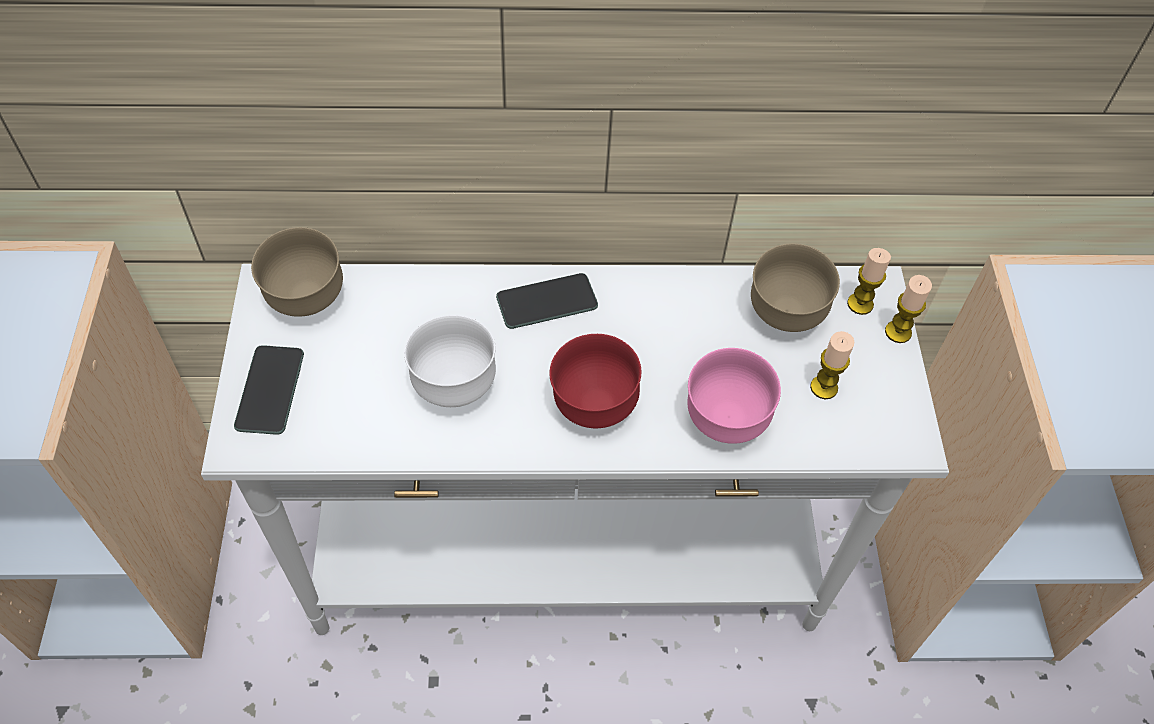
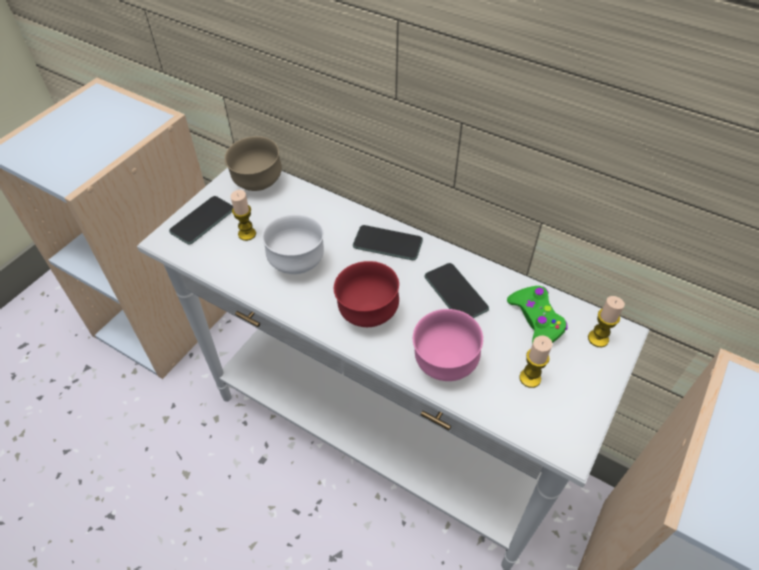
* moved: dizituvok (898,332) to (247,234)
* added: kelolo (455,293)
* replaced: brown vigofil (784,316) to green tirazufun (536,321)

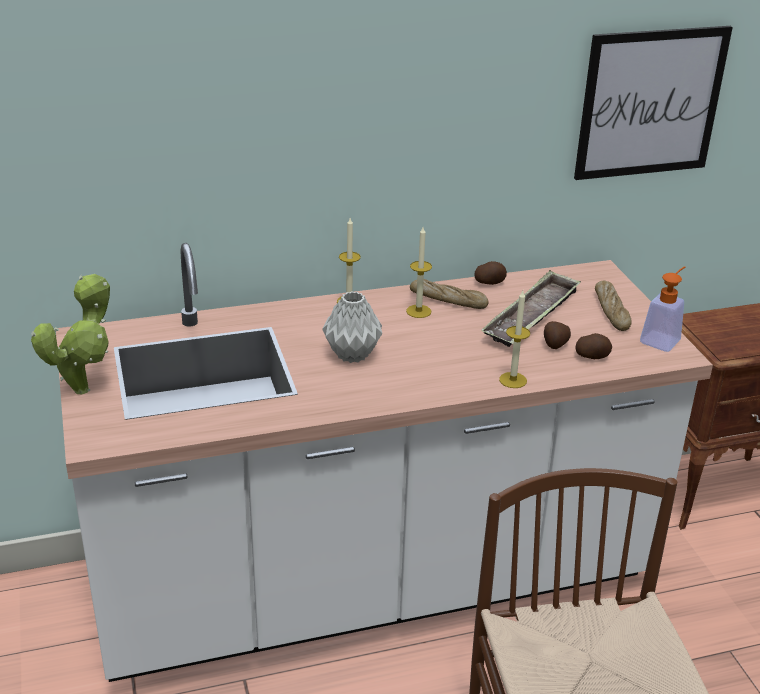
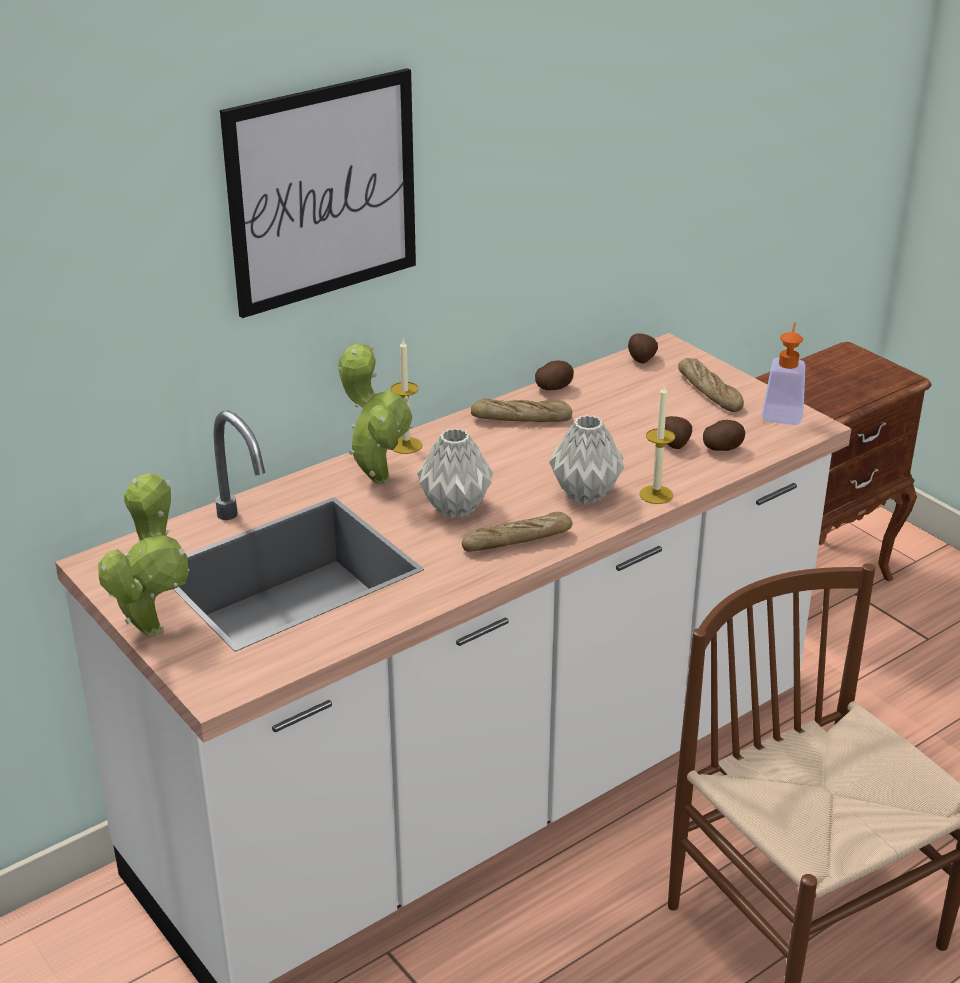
* moved: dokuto (650,103) to (322,192)
* added: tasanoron (377,476)
* added: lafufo (517,541)
* added: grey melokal (584,493)
* added: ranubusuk (641,359)
* removed: dizituvok (418,311)
* removed: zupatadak (532,316)

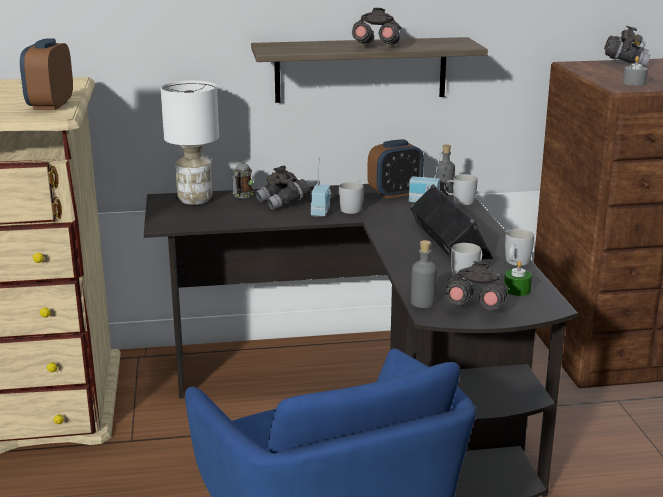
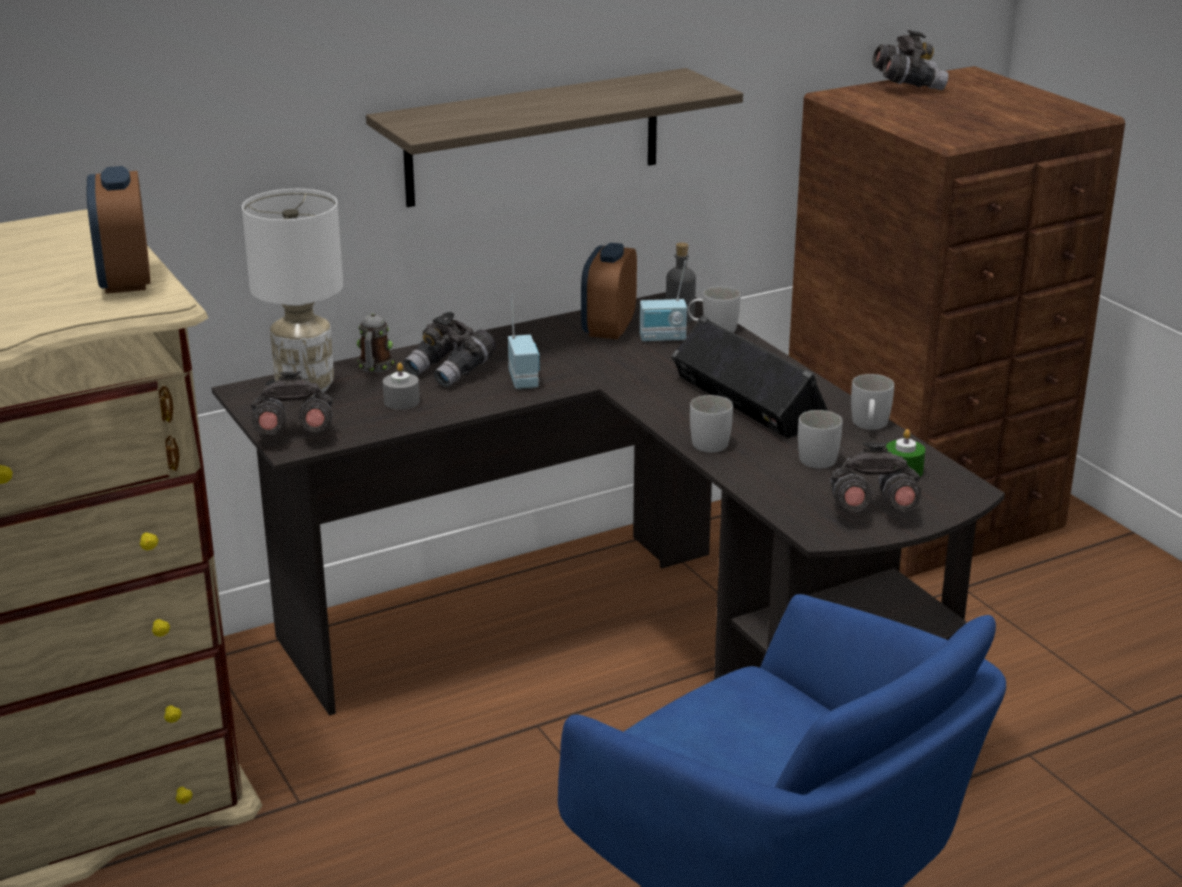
* moved: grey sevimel (376,47) to (293,433)
* moved: grey dizituvok (634,83) to (401,401)
* turned: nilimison (395,193) = (608,329) 150 degrees clockwise
* moved: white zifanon (351,208) to (707,441)
* removed: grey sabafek (423,303)

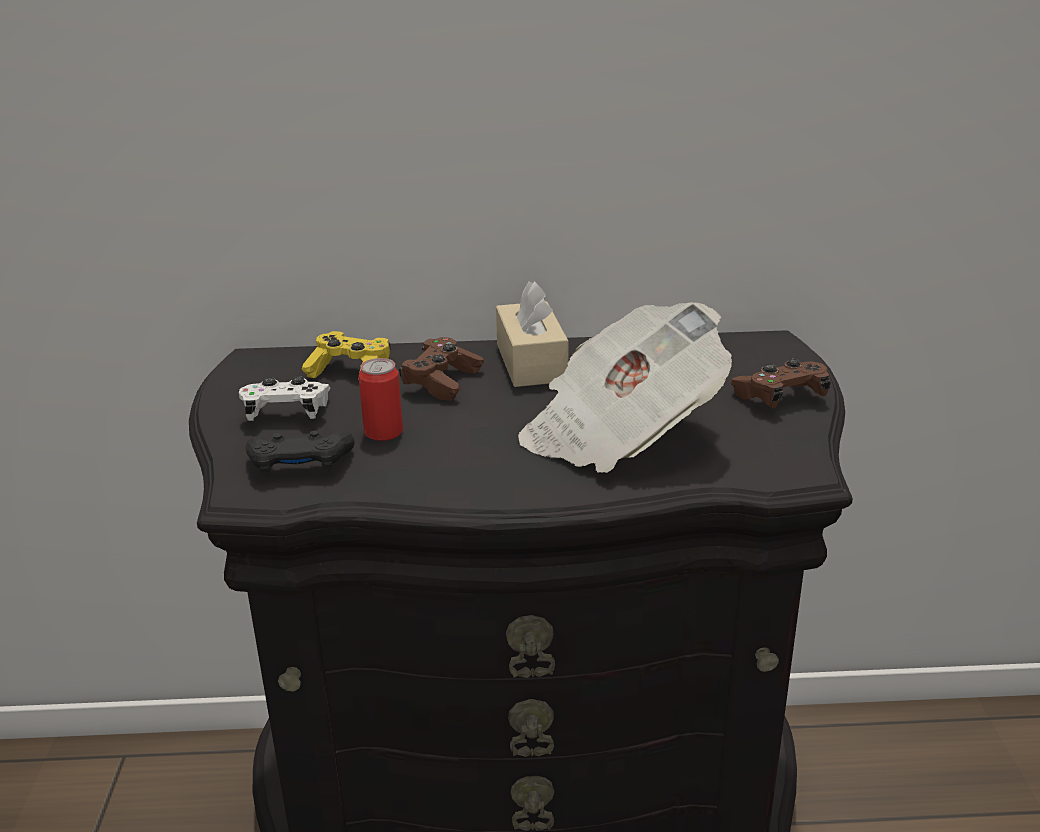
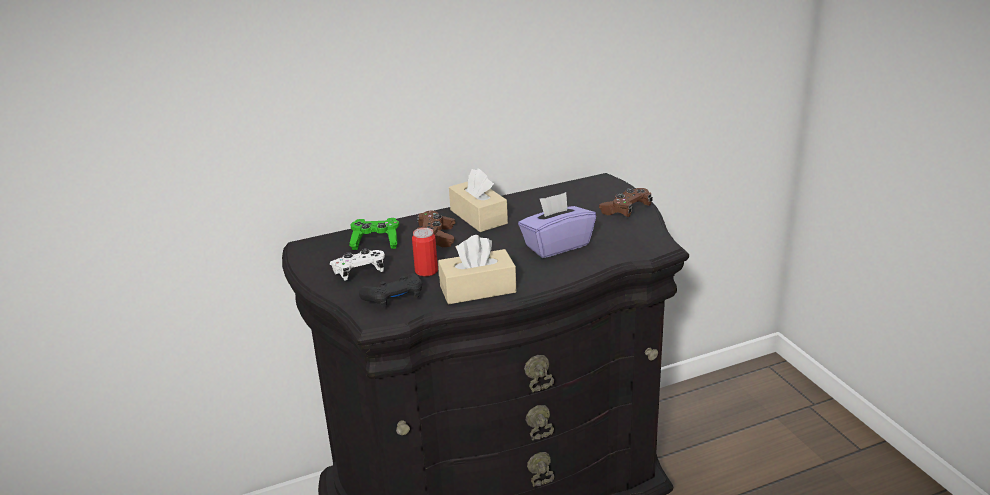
* recoloured: yellow tirazufun (350,372) to green tirazufun (376,242)
* added: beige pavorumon (478,289)
* replaced: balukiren (620,433) to purple pavorumon (556,245)

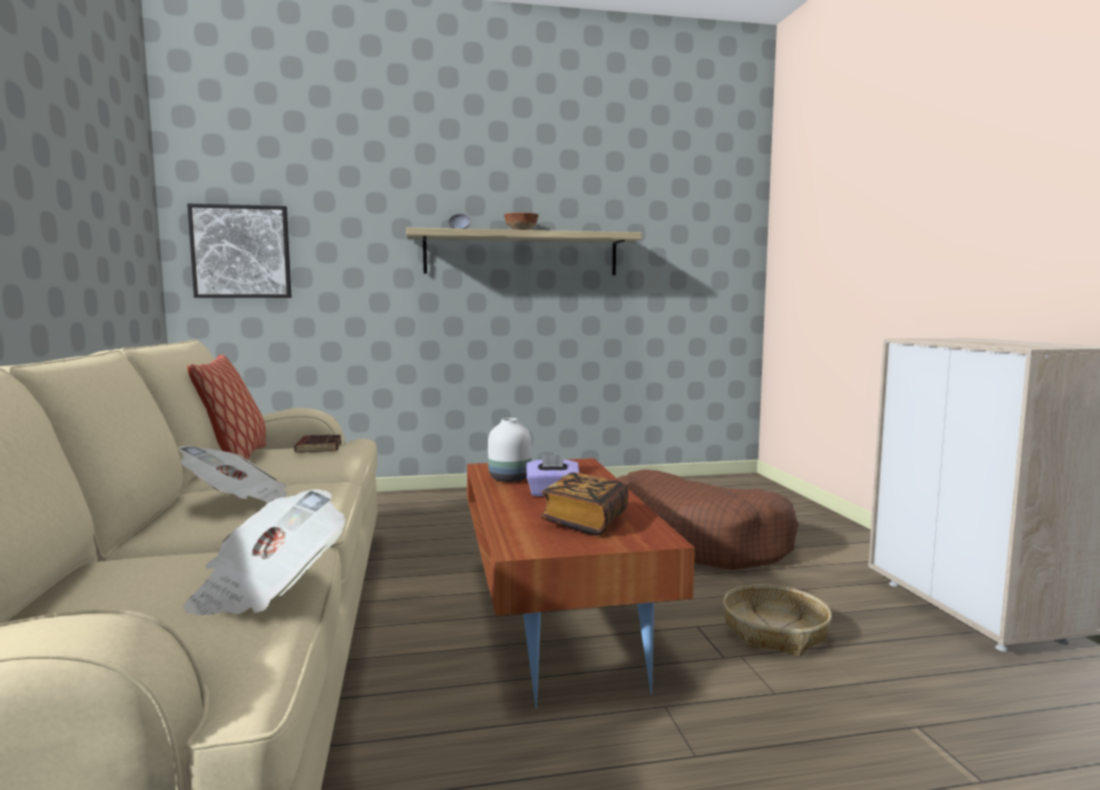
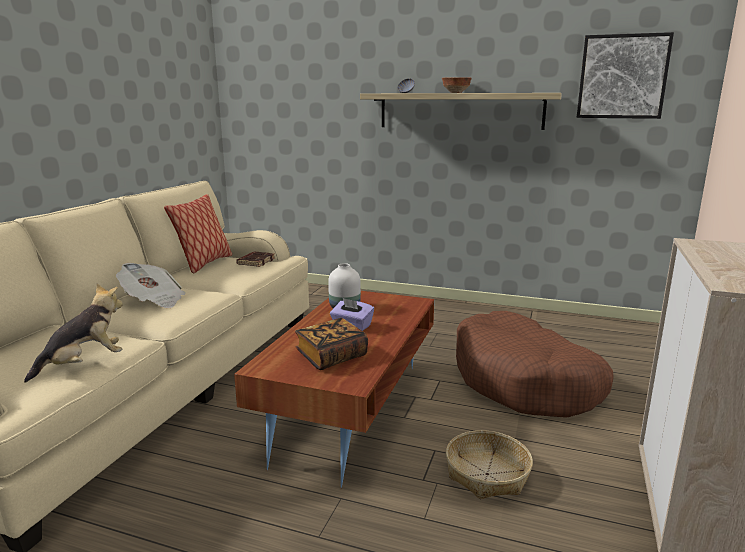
* replaced: balukiren (267,589) to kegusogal (84,364)
* moved: dokuto (241,252) to (622,77)

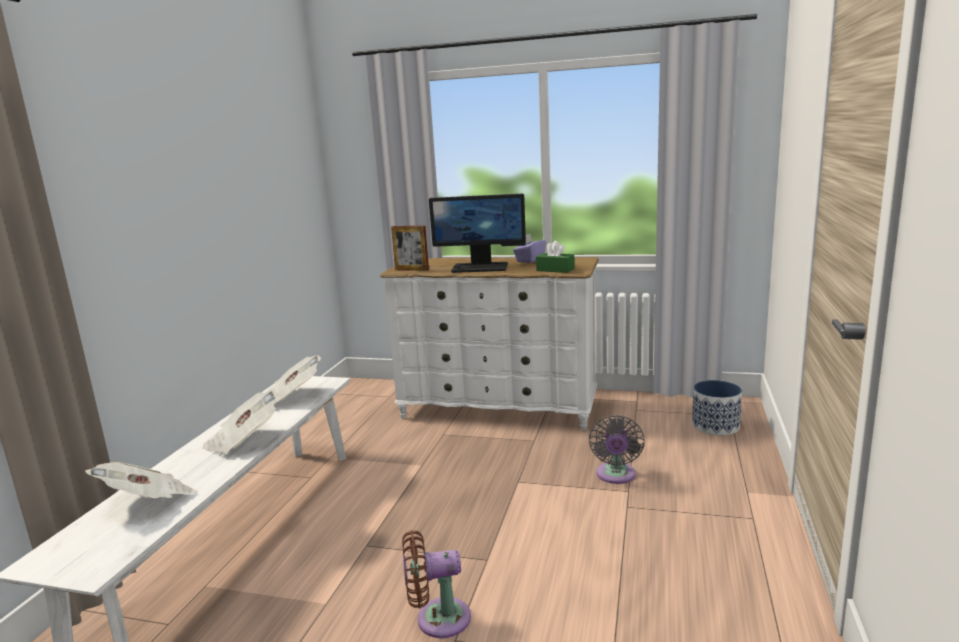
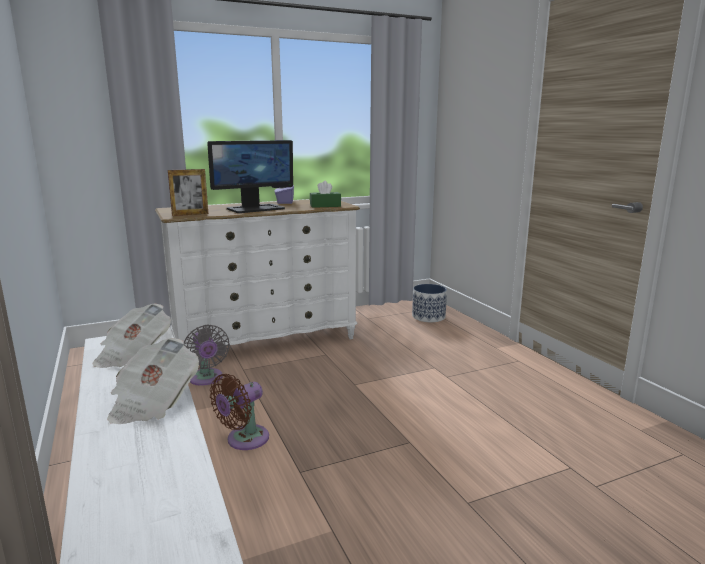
* moved: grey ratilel (616,476) to (206,379)
* moved: brown ratilel (437,619) to (244,440)
* removed: balukiren (149,501)

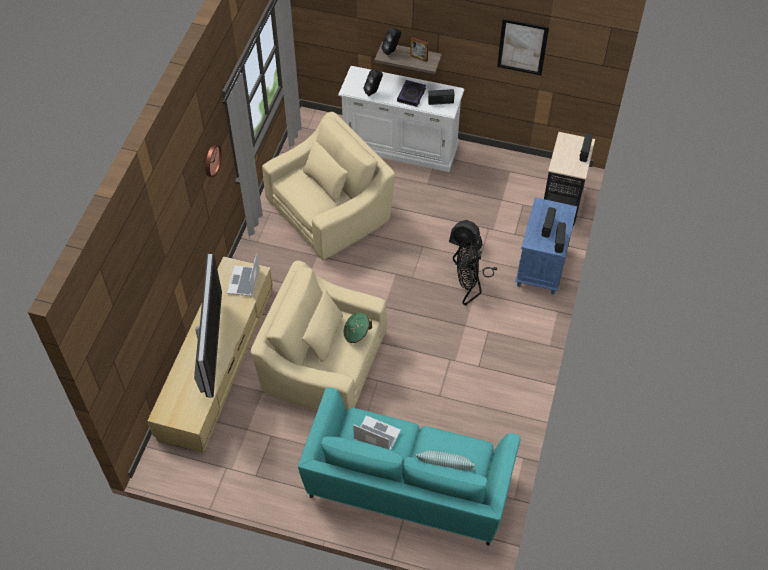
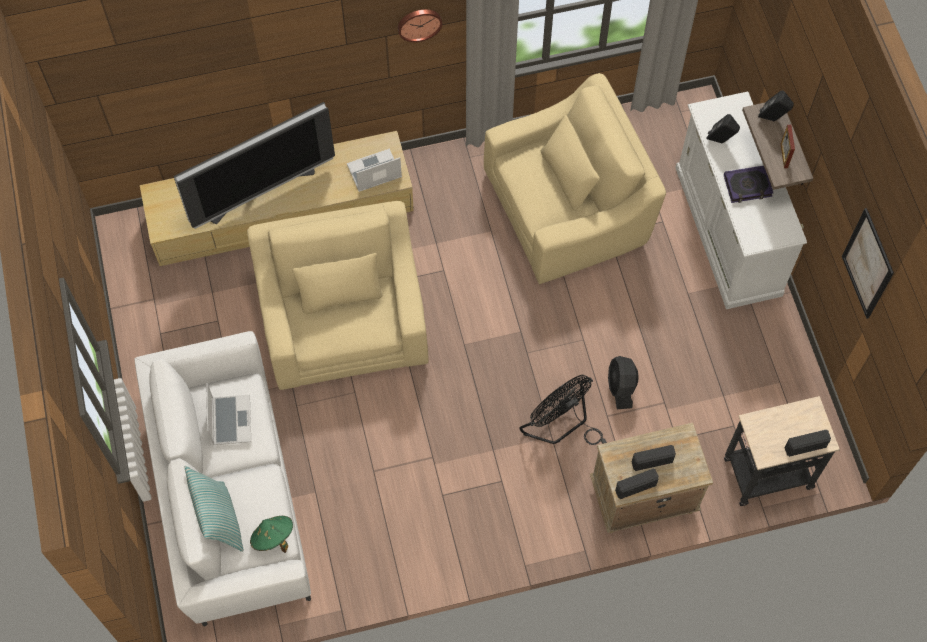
* recoloured: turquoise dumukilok (408,486) to white dumukilok (231,498)
* moved: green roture (356,333) to (273,538)
* turned: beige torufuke (330,211) = (568,208) 45 degrees counterclockwise
* recoloured: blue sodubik (541,268) to beige sodubik (642,498)
* removed: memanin (440,102)

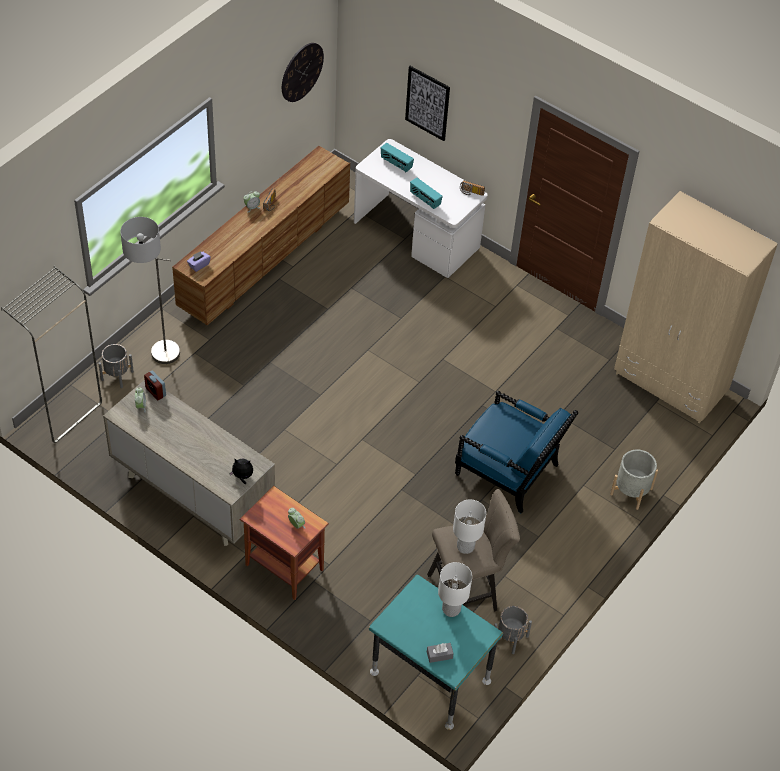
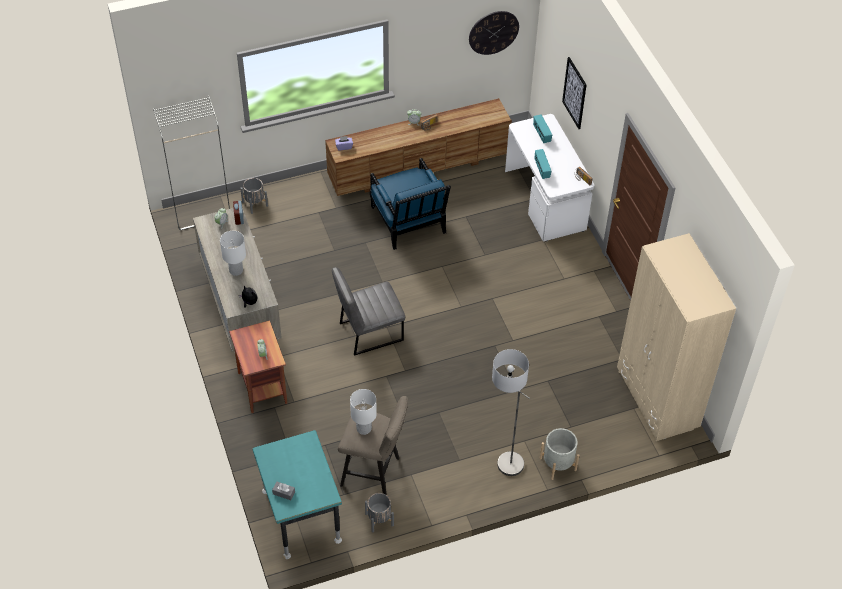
* moved: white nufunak (451,610) to (236,271)
* added: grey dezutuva (369,332)
* moved: blue torufuke (509,472) to (408,222)
* moved: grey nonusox (157,351) to (504,460)

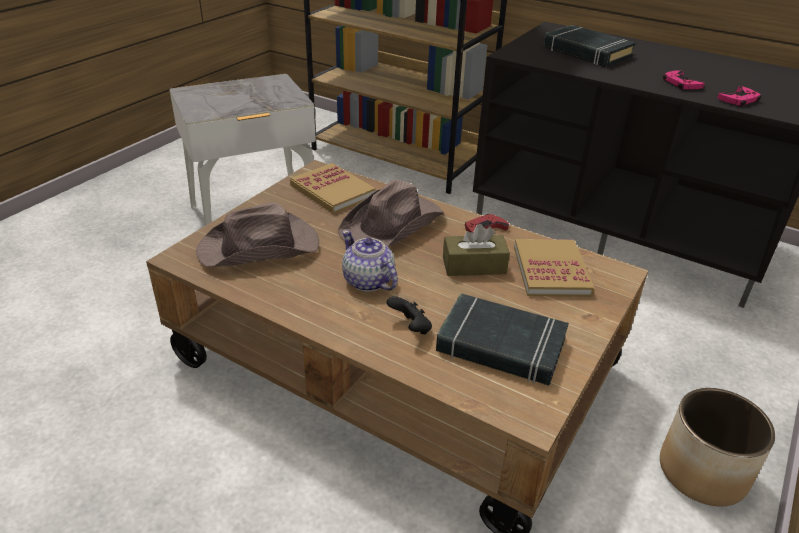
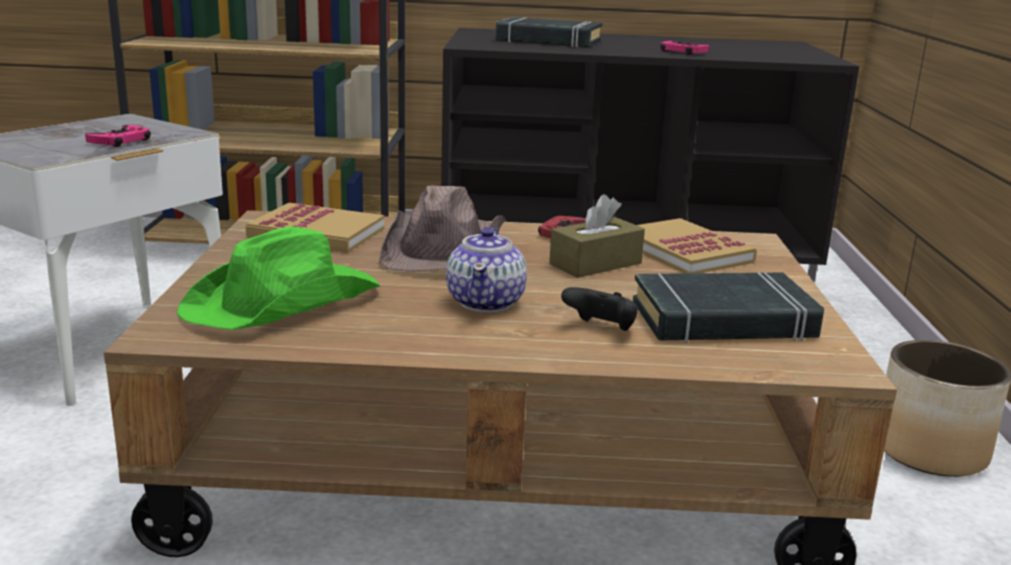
* moved: pink tirazufun (738,100) to (121,141)
* recoloured: brown roture (260,248) to green roture (285,302)
* turned: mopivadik (368,281) = (486,302) 105 degrees counterclockwise

